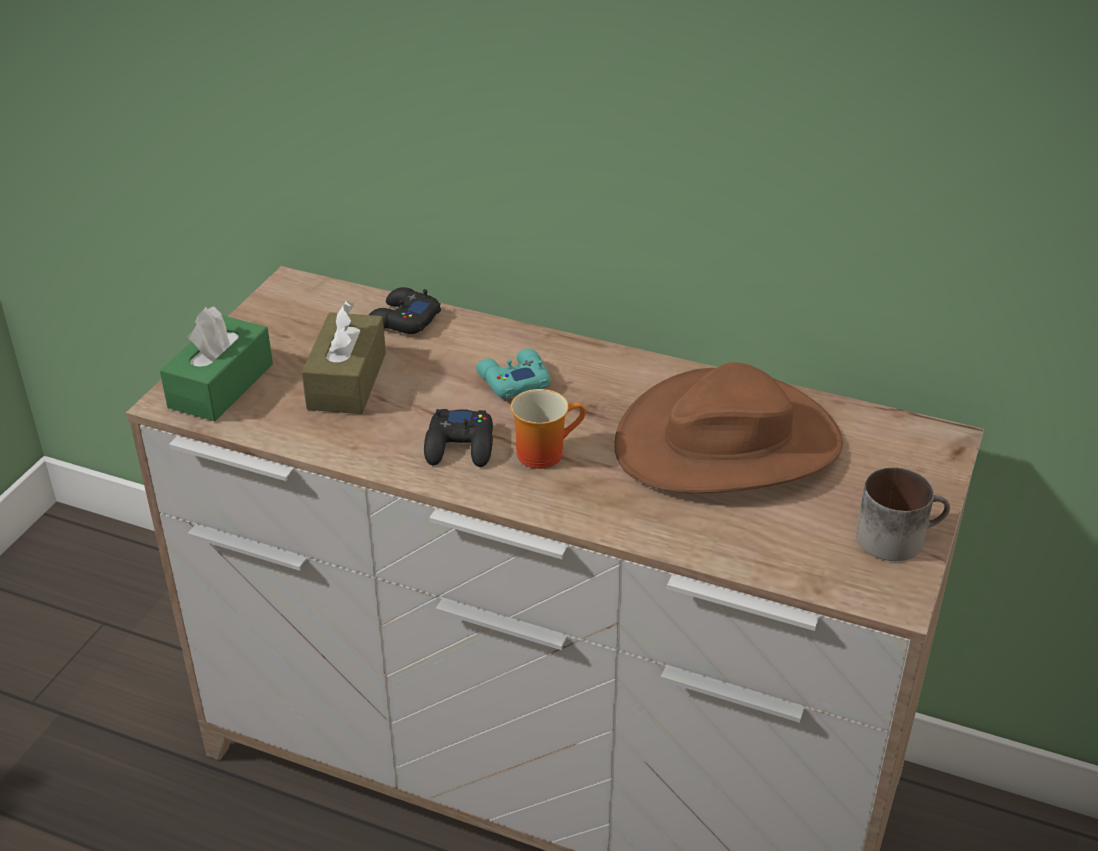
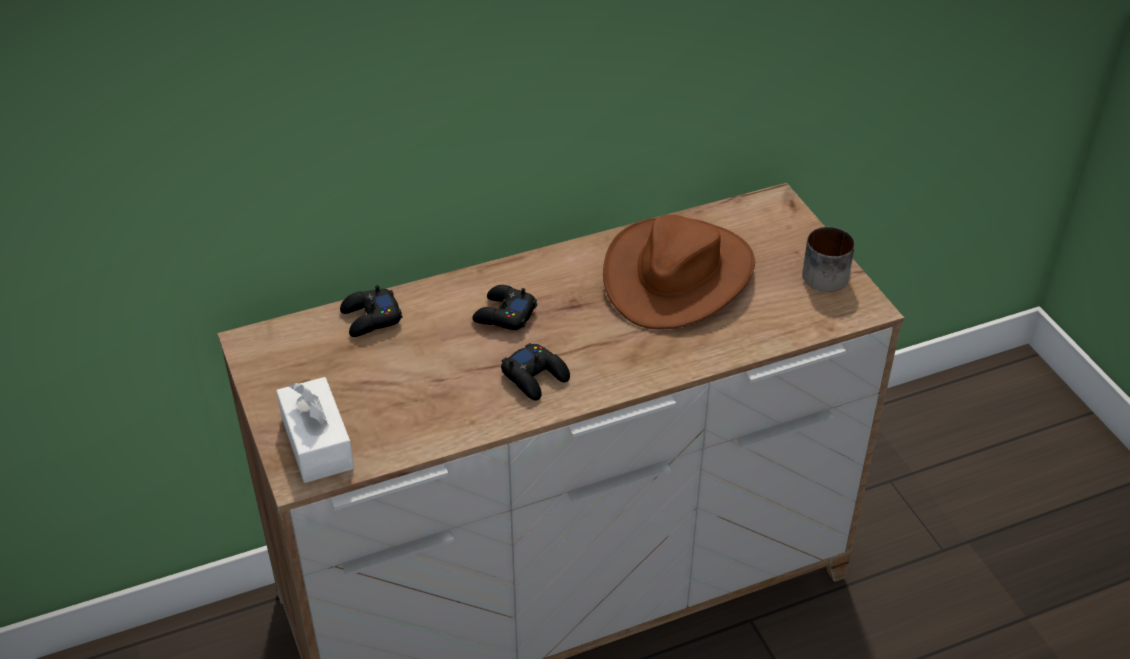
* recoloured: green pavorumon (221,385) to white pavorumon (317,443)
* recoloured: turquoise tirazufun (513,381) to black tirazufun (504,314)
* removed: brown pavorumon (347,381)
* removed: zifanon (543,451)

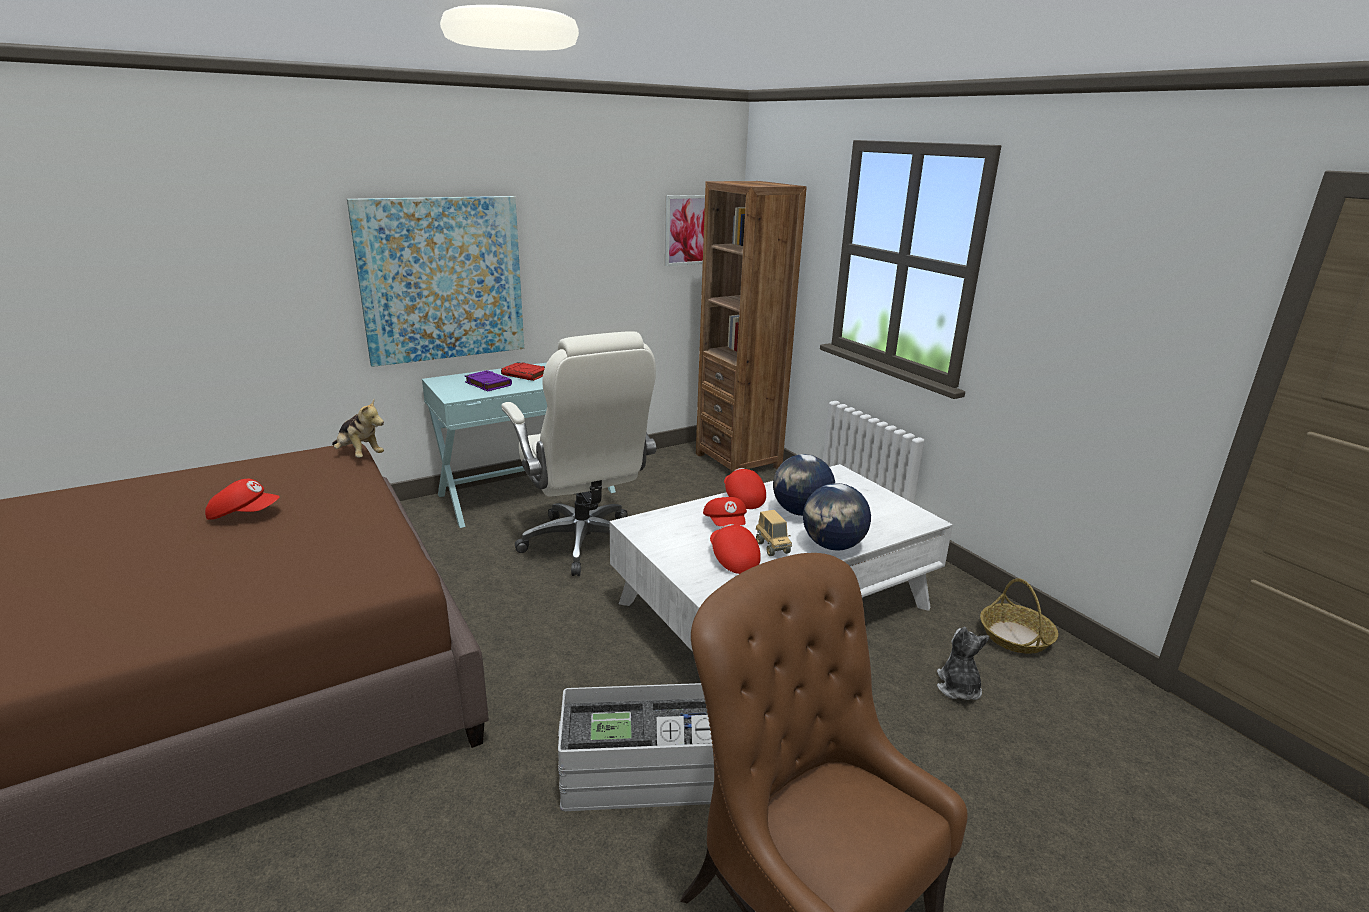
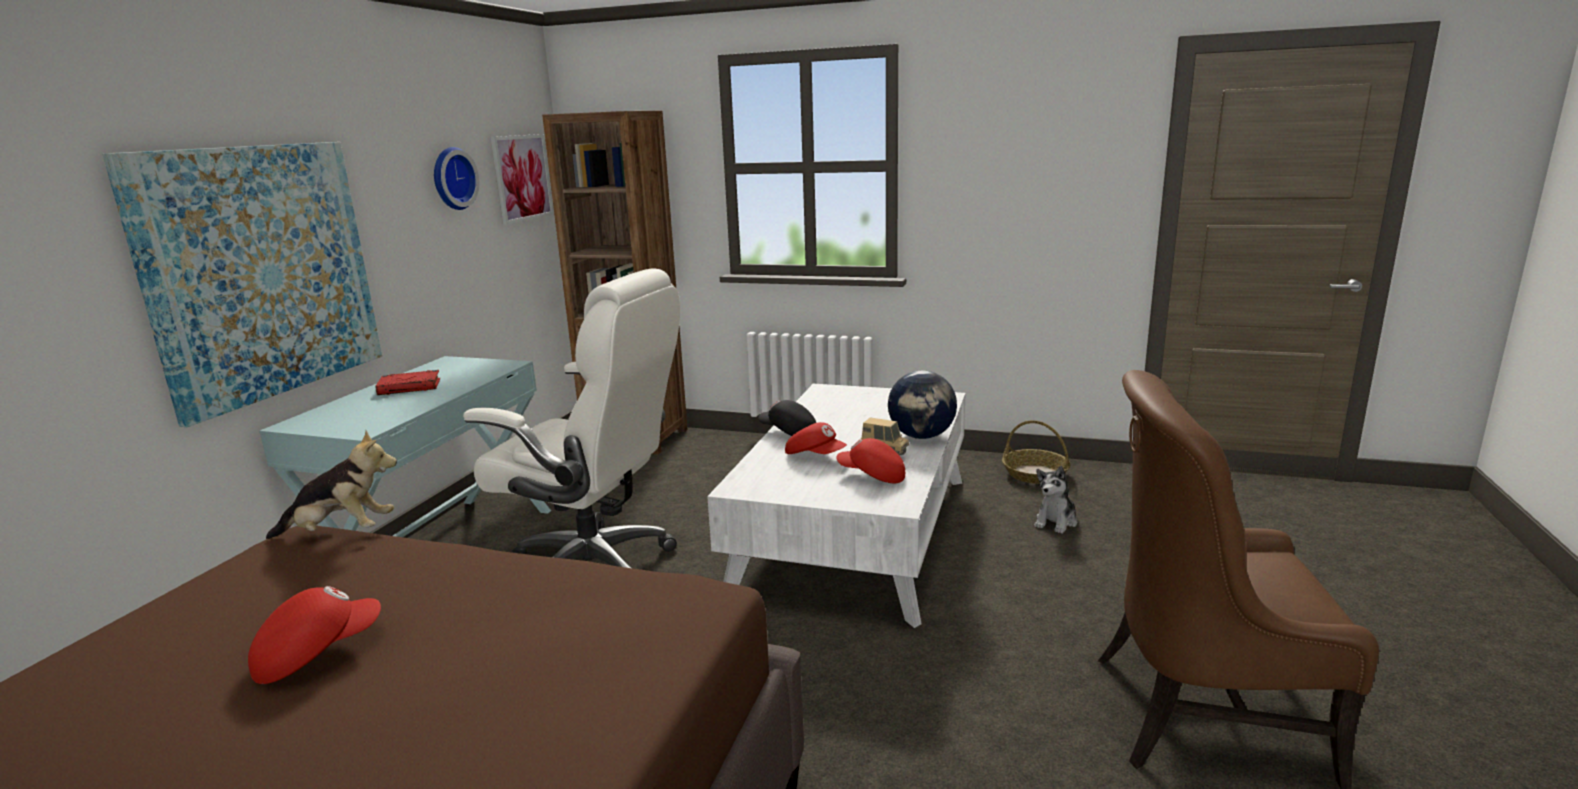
* added: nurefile (451,178)
* recoloured: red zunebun (742,498) to black zunebun (788,433)
* turned: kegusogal (958,688) = (1056,522) 105 degrees counterclockwise
* removed: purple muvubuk (487,384)
* removed: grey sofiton (643,769)
* removed: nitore (800,512)

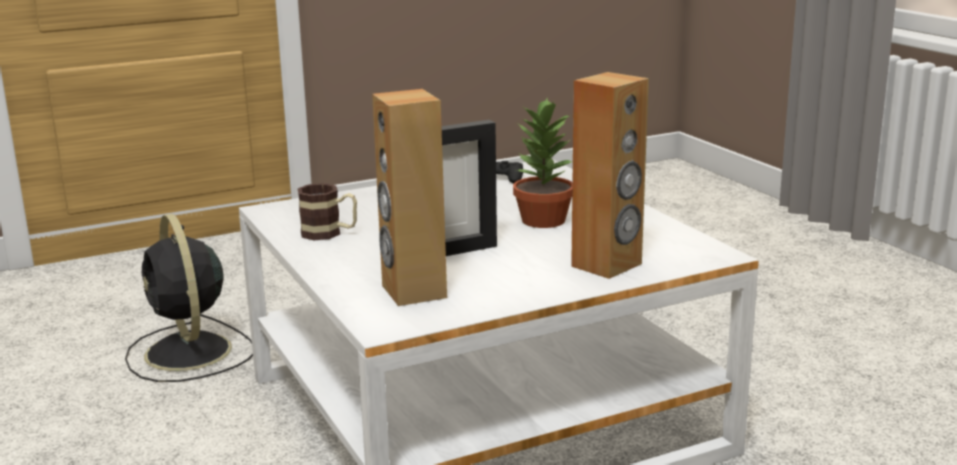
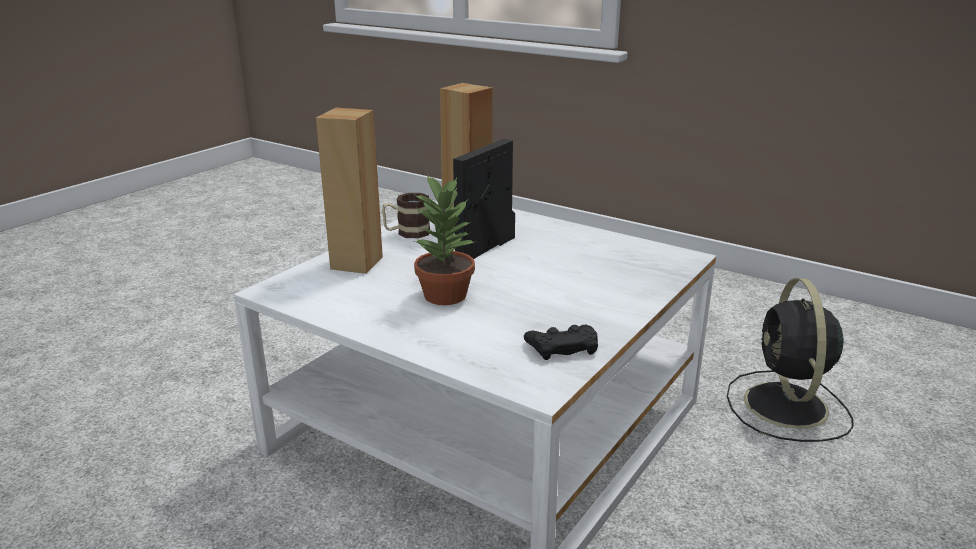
* moved: zifanon (329,233) to (407,233)
* turned: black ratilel (189,353) = (786,407) 120 degrees counterclockwise

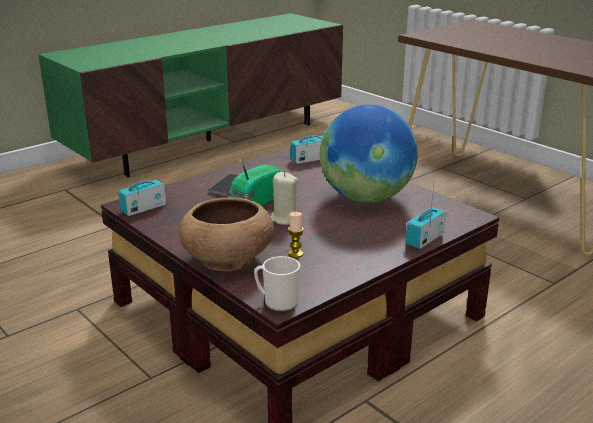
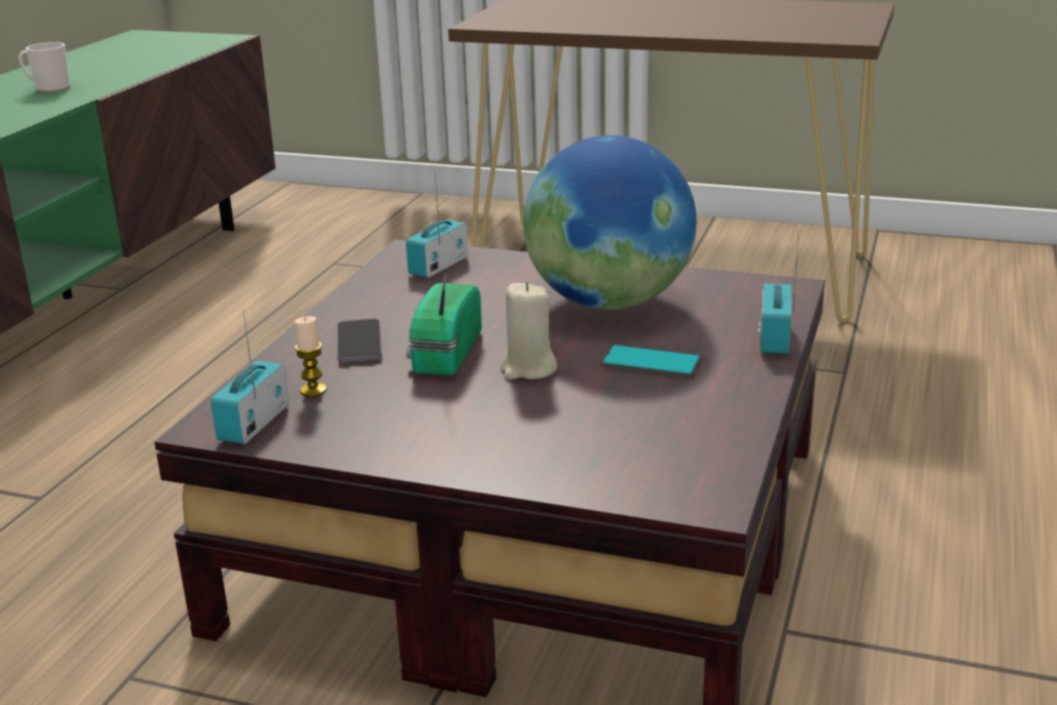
* moved: zifanon (277,302) to (49,89)
* moved: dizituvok (295,254) to (313,390)
* added: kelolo (651,363)
* removed: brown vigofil (227,259)

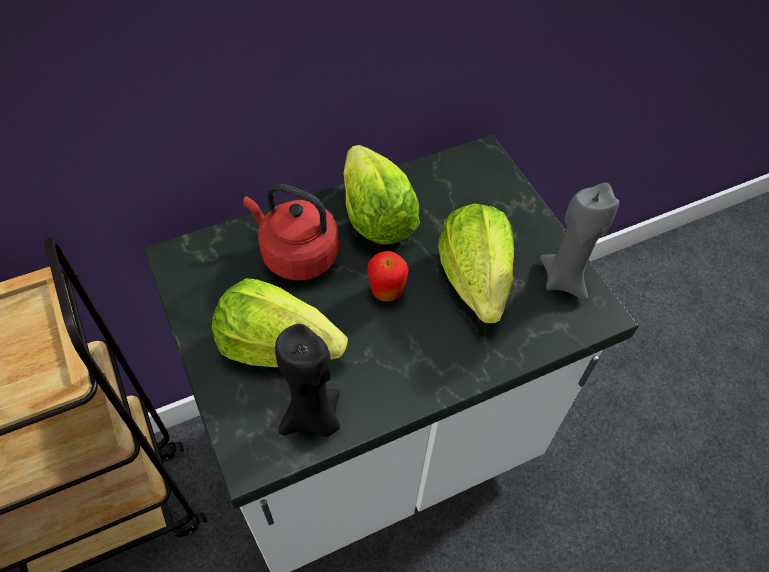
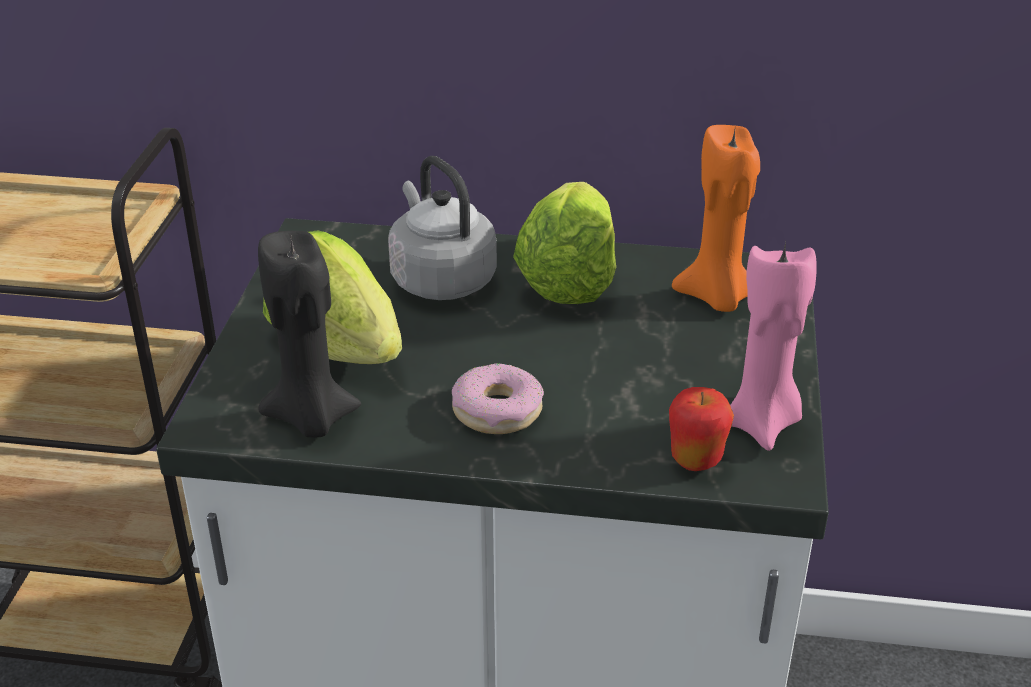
* recoloured: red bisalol (296,254) to grey bisalol (440,278)
* added: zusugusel (497,411)
* moved: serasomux (386,291) to (696,460)
* added: orange dizituvok (716,298)
* recoloured: grey dizituvok (564,279) to pink dizituvok (763,424)
* removed: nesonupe (475,279)

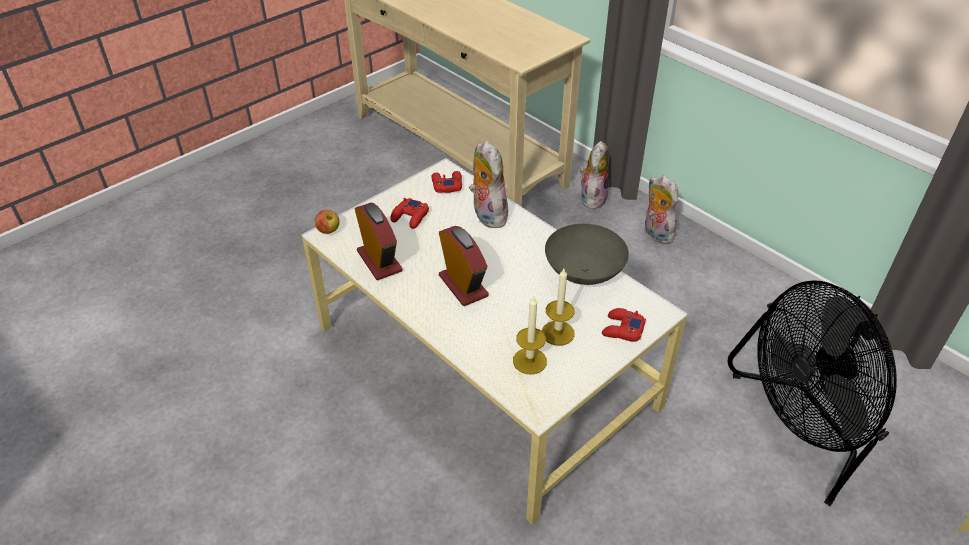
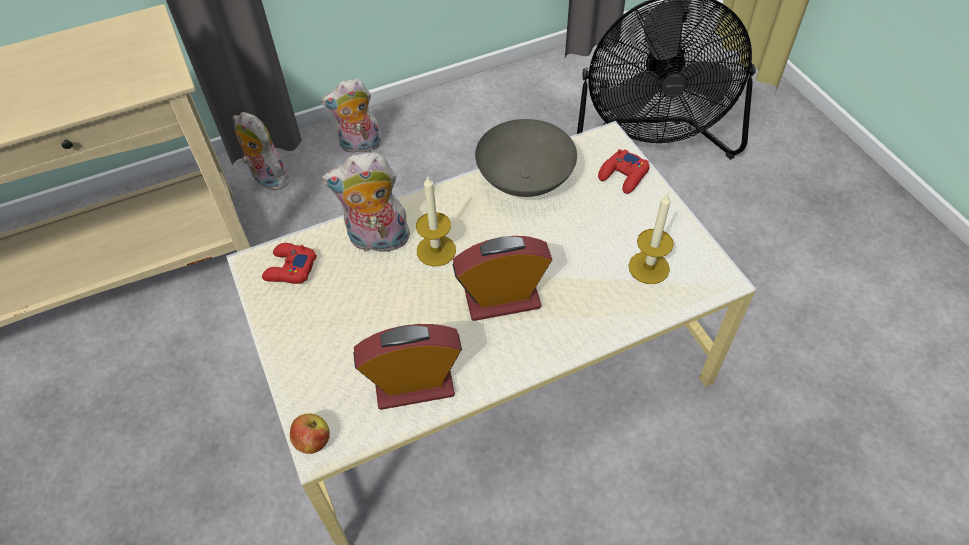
* moved: dizituvok (557,333) to (436,250)
* removed: red tirazufun (410,217)

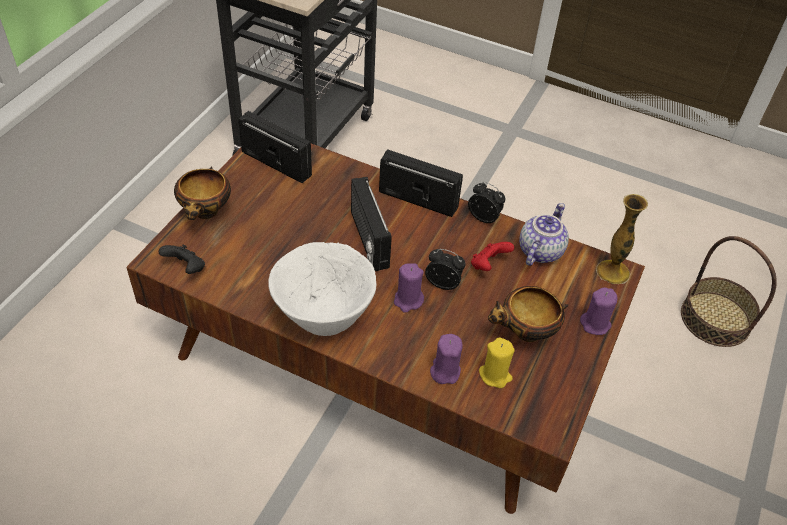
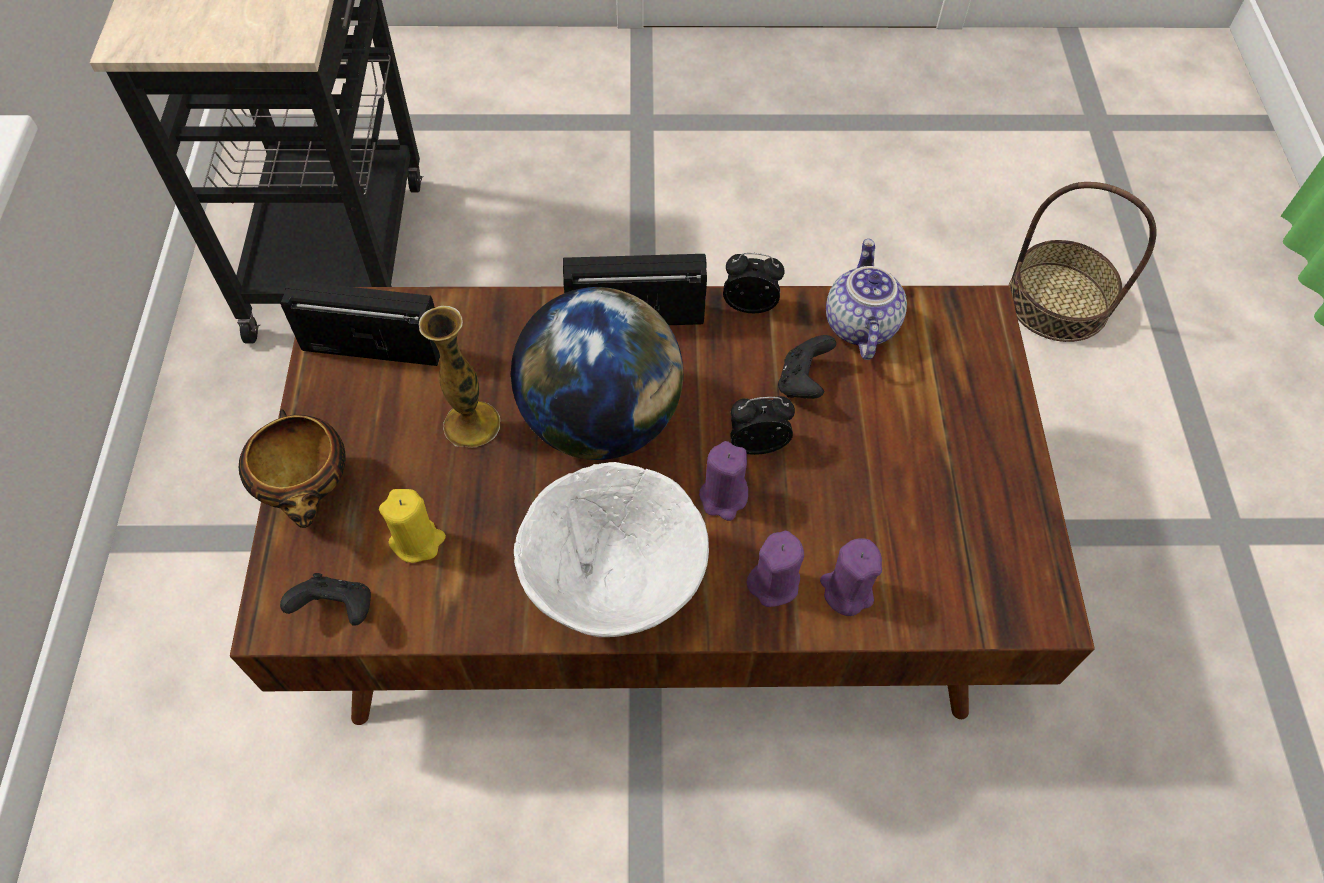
* moved: yellow dizituvok (495,375) to (417,541)
* moved: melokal (613,272) to (472,424)
* replaced: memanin (367,240) to nitore (601,420)
* moved: purple dizituvok (595,324) to (774,583)
* recoloured: red tirazufun (488,265) to black tirazufun (802,382)
* removed: vigofil (525,333)

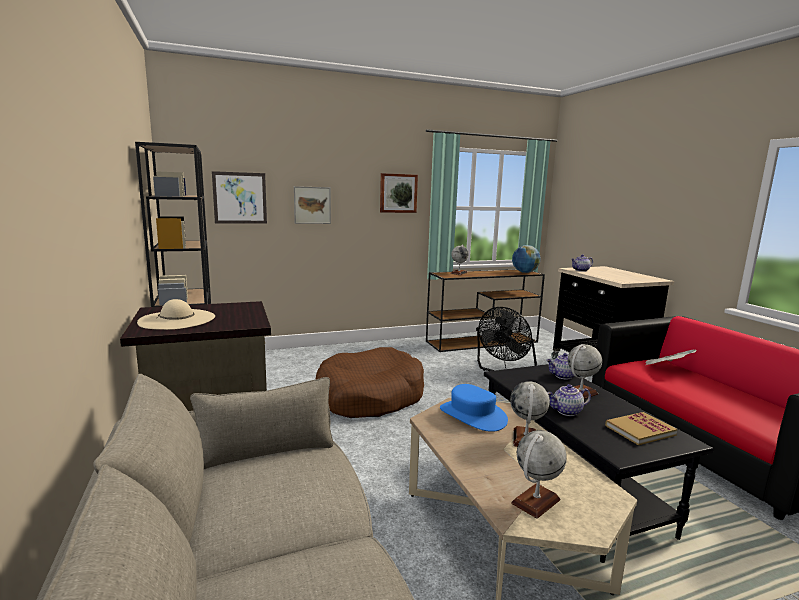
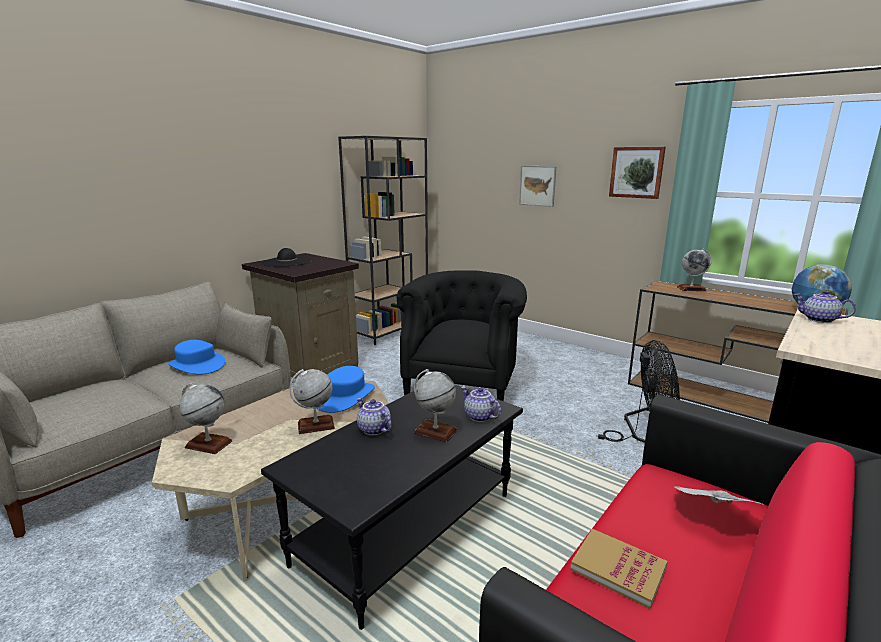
* added: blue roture (197,365)
* recoloured: beige roture (177,319) to black roture (287,262)
* replaced: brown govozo (369,397) to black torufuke (464,383)
* moved: muvubuk (640,430) to (618,569)
* removed: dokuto (240,198)

